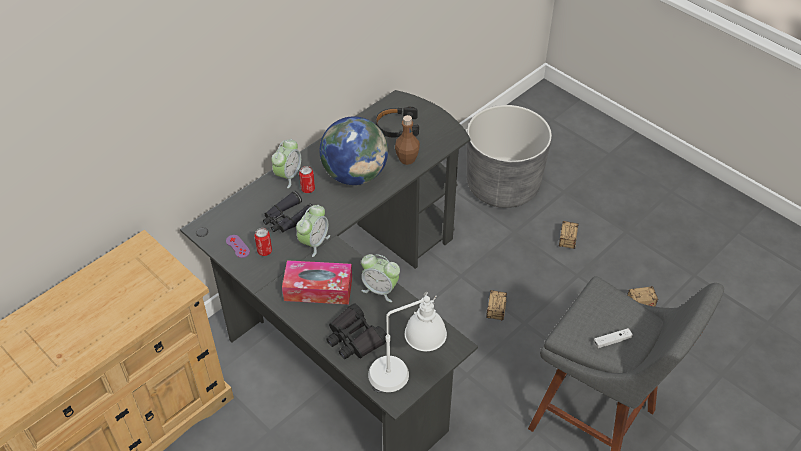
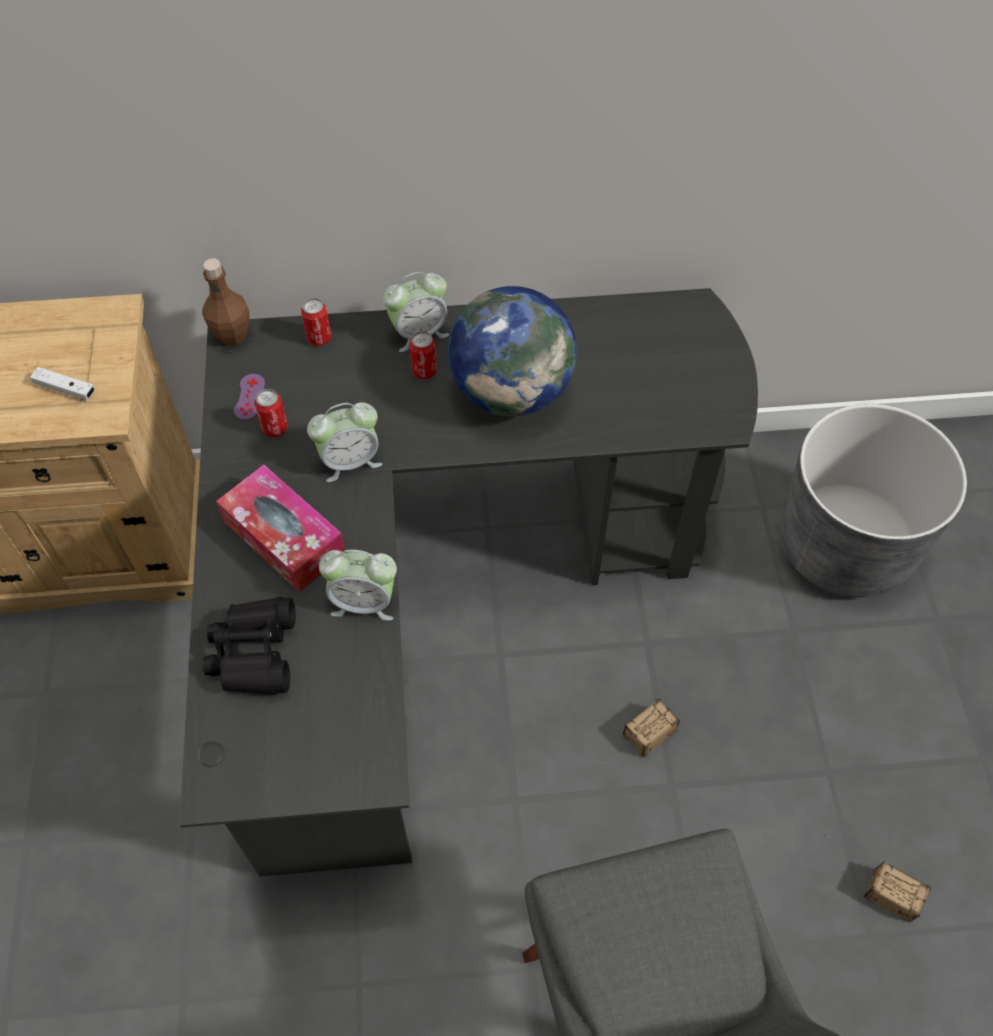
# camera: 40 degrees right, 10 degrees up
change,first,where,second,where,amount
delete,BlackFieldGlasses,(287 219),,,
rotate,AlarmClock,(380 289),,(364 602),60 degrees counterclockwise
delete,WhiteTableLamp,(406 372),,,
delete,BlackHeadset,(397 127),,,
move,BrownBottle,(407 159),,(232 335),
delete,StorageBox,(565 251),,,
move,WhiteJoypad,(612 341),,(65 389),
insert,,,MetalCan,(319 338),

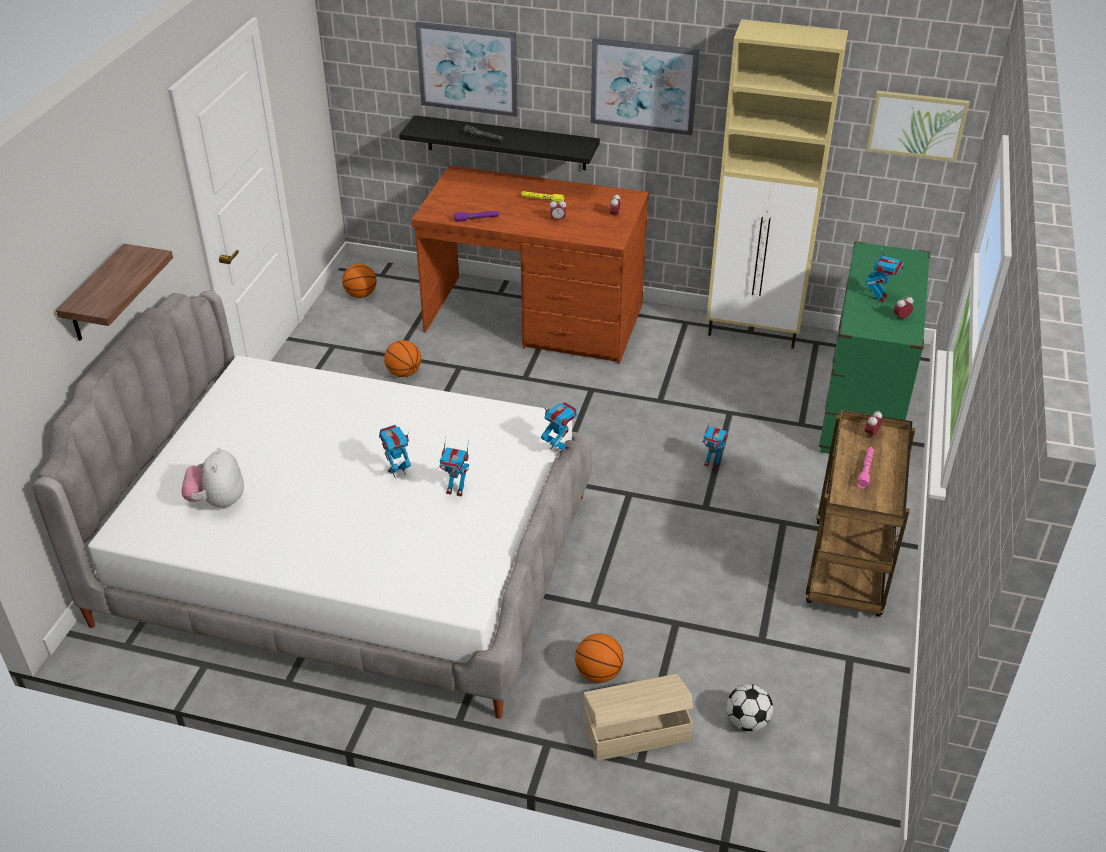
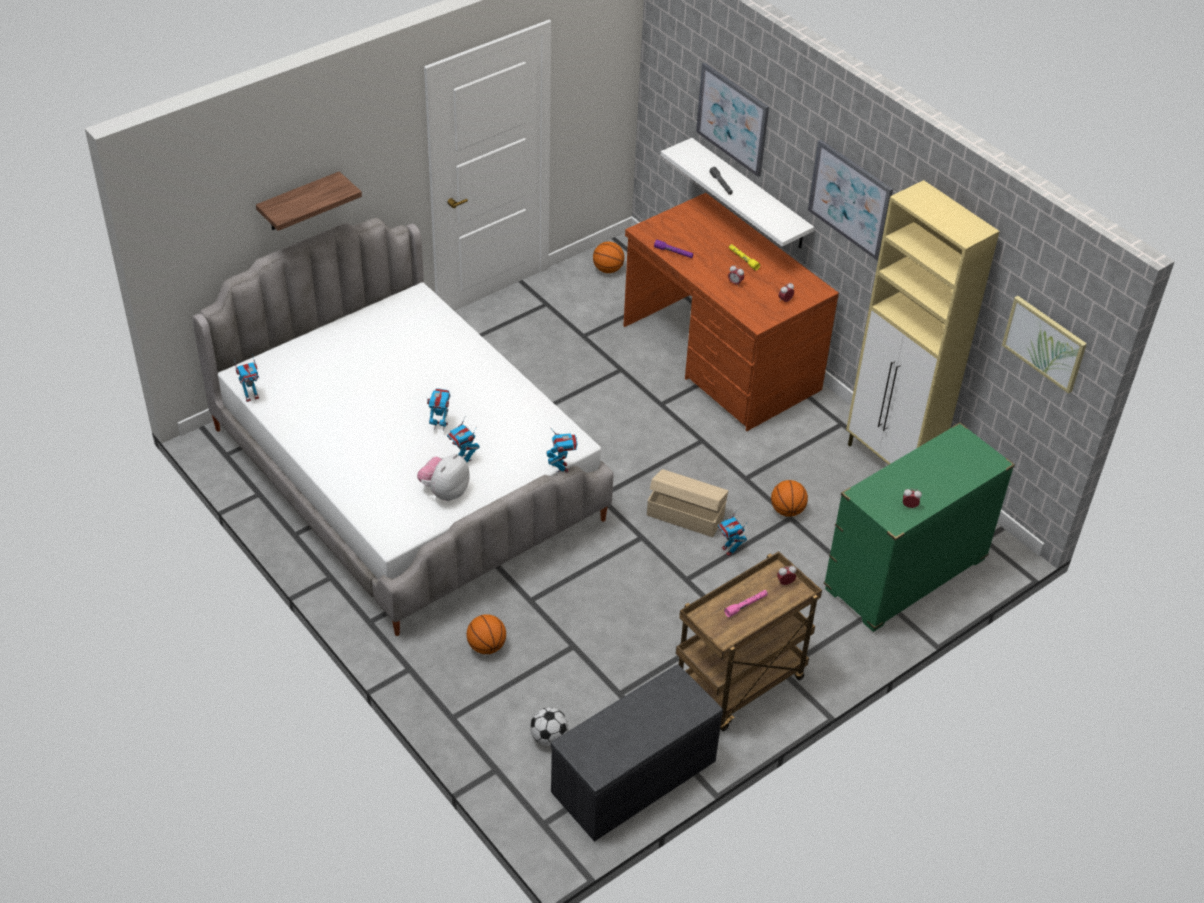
# camera: 35 degrees right, 5 degrees up
change,first,where,second,where,amount
move,CuddlyToy,(218 501),,(445 492),
move,BallForBasketball,(404 373),,(787 510),
recolor,BlackWallShelf,(506 143),WhiteWallShelf,(749 194),
move,BeigeColouredStorageBox,(635 731),,(685 514),
move,ToyRobot,(879 297),,(251 396),
insert,,,GreyIndoorBench,(633 778),

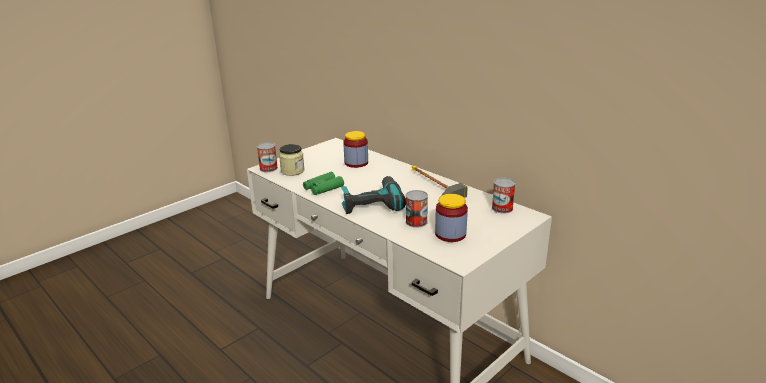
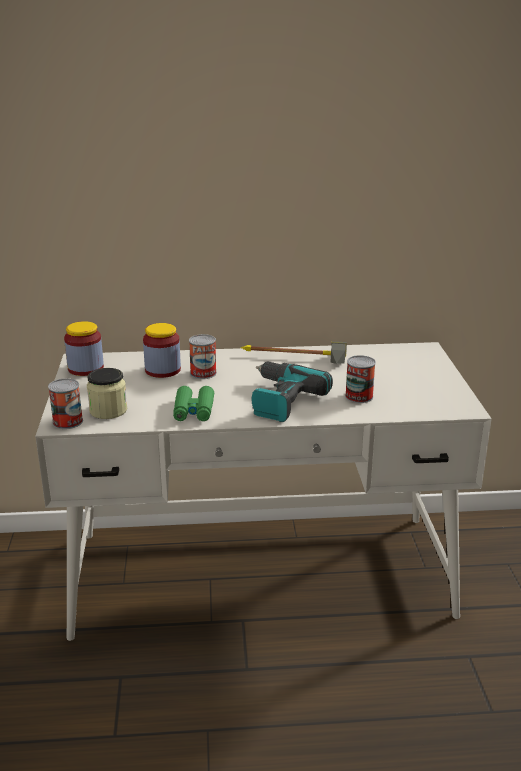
# camera: 50 degrees left, 0 degrees up
change,first,where,second,where,amount
move,Jar,(450 234),,(85 368),
move,MetalCan,(502 208),,(203 373),

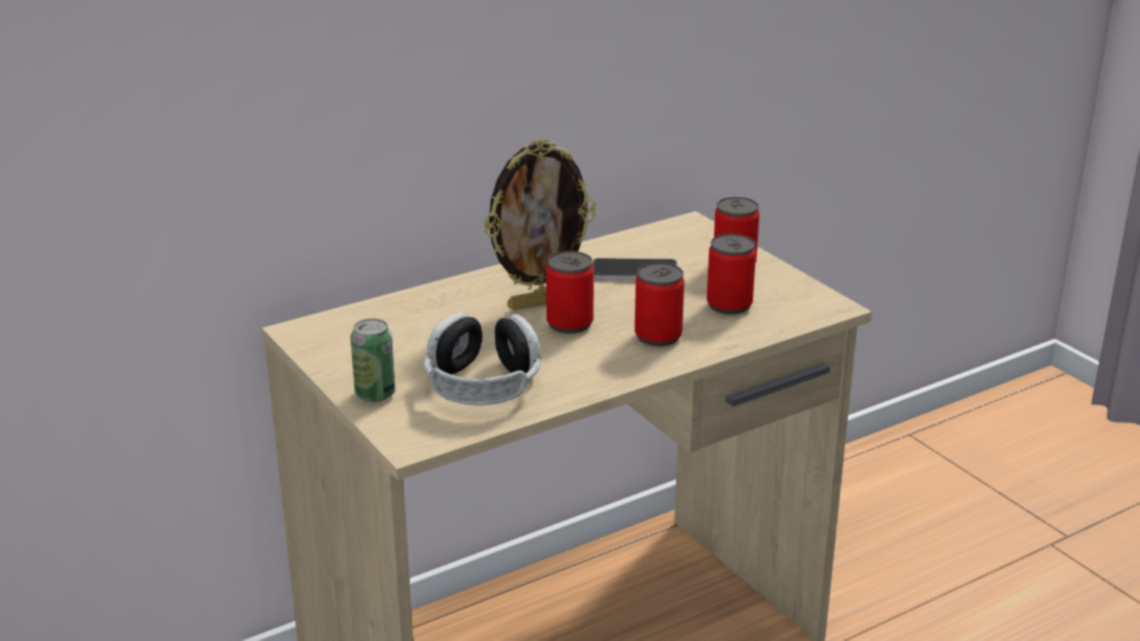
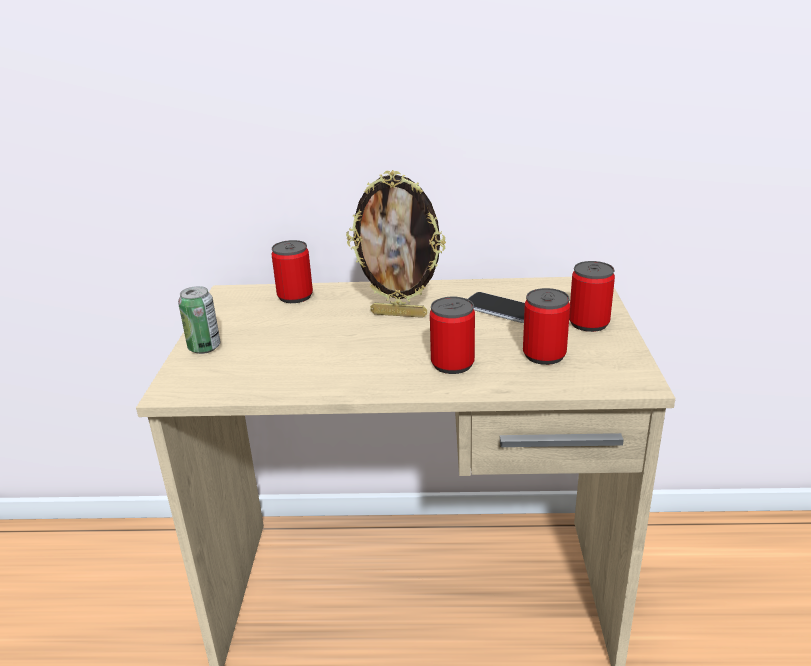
# camera: 35 degrees right, 0 degrees up
change,first,where,second,where,amount
delete,Headset,(483 383),,,
move,MetalCan,(569 323),,(295 296),

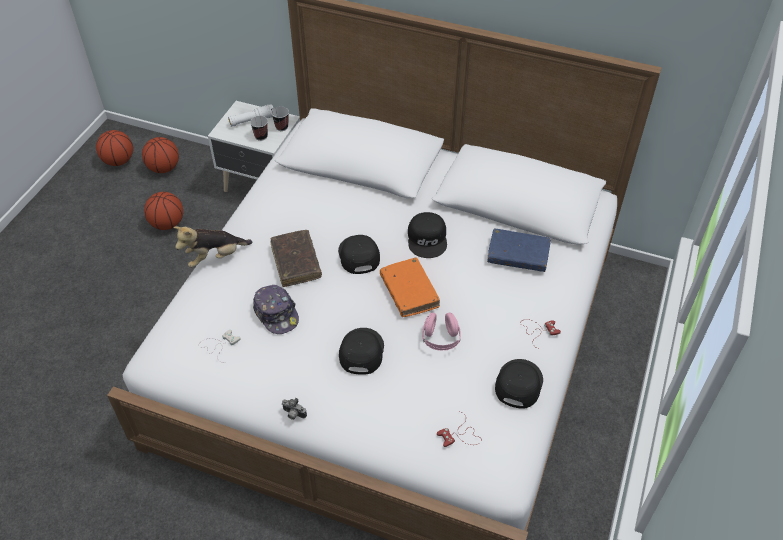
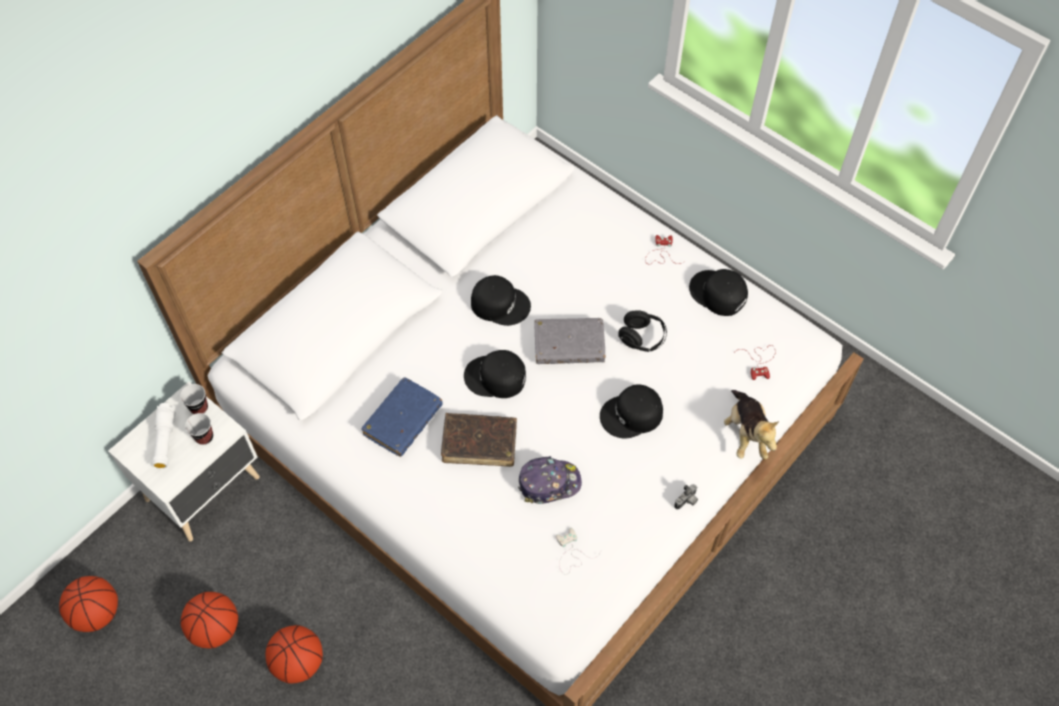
# camera: 70 degrees left, 10 degrees up
change,first,where,second,where,amount
move,BallForBasketball,(118 161),,(298 662),
move,CuddlyToy,(215 257),,(746 433),
rotate,BlackPeakedCap,(360 352),,(632 415),45 degrees counterclockwise
recolor,OrangeBook,(409 292),GreyBook,(569 346),
recolor,PinkishHeadset,(440 339),BlackHeadset,(642 338),
move,BlueColouredBook,(518 255),,(403 421),

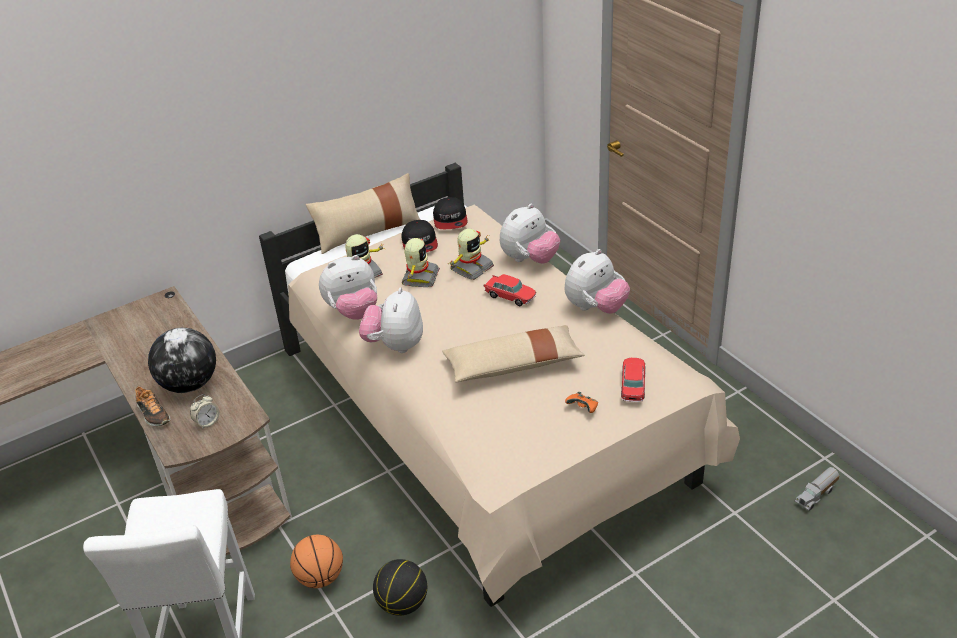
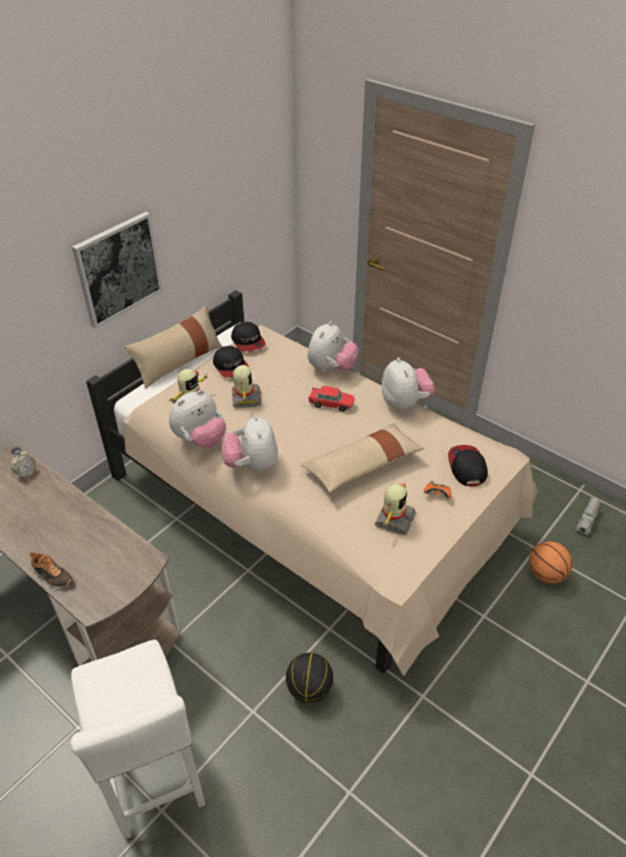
# camera: 20 degrees left, 5 degrees up
change,first,where,second,where,amount
delete,DeskGlobe,(189 384),,,
move,AlarmClock,(207 422),,(26 473),
move,BallForBasketball,(320 577),,(546 574),
move,ToyRobot,(471 268),,(394 519),
rotate,CuddlyToy,(595 308),,(405 403),45 degrees counterclockwise
replace,ToyCar,(633 385),PeakedCap,(466 467),
insert,,,Picture,(118 269),

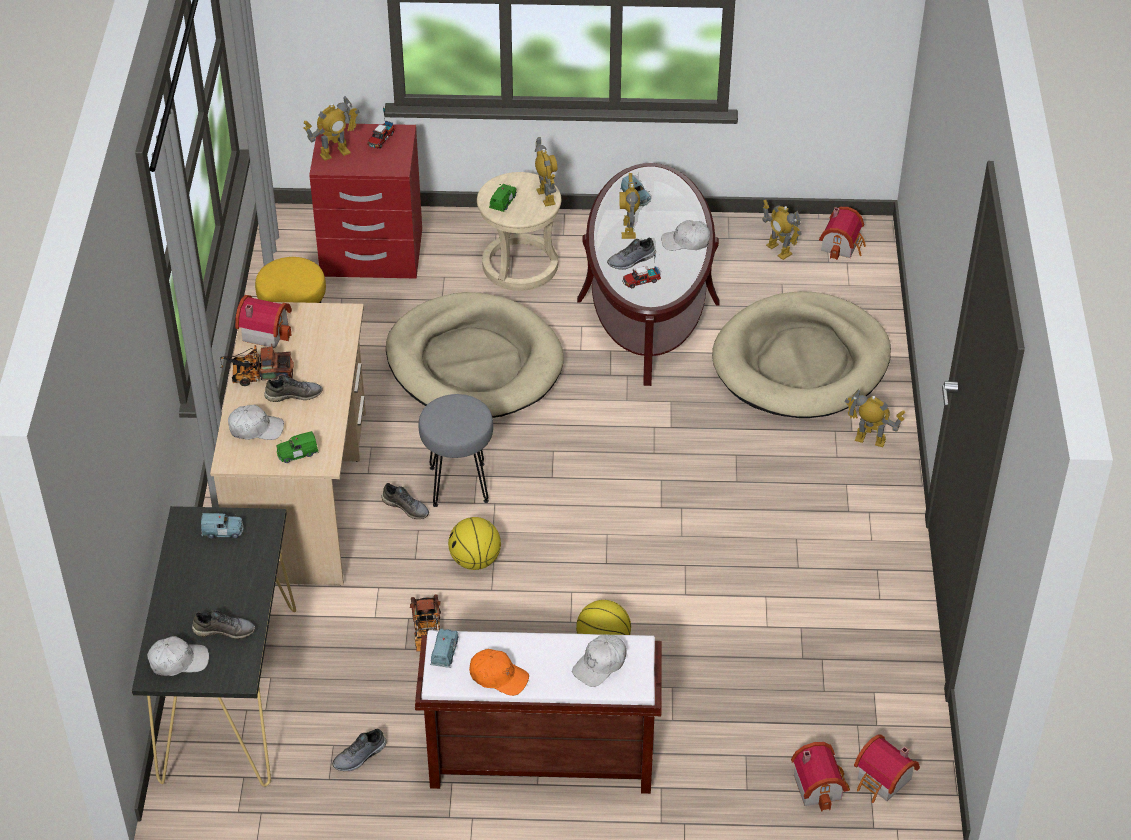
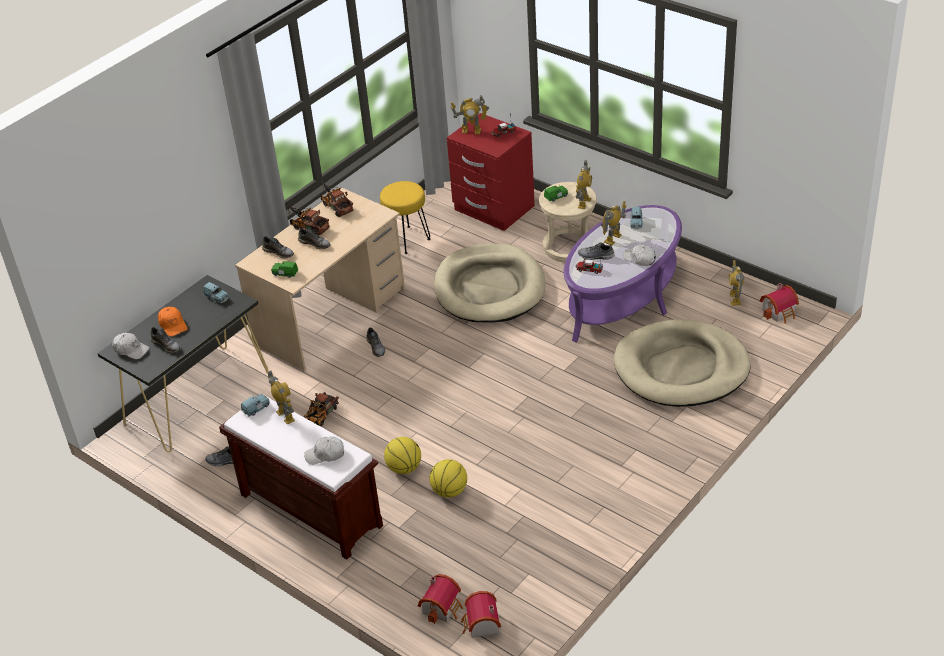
# camera: 40 degrees right, 5 degrees down
change,first,where,second,where,amount
replace,WhitePeakedCap,(255 429),GreyLowShoe,(279 252),
replace,ModelHouse,(265 330),ToyTruck,(336 206),
delete,GreySittingStool,(459 485),,,
move,BallForBasketball,(475 560),,(449 491),
move,OrangePeakedCap,(498 676),,(173 325),
recolor,BrownLoungeTable,(648 301),PurplishLoungeTable,(623 295),
move,ToyRobot,(870 439),,(285 416),

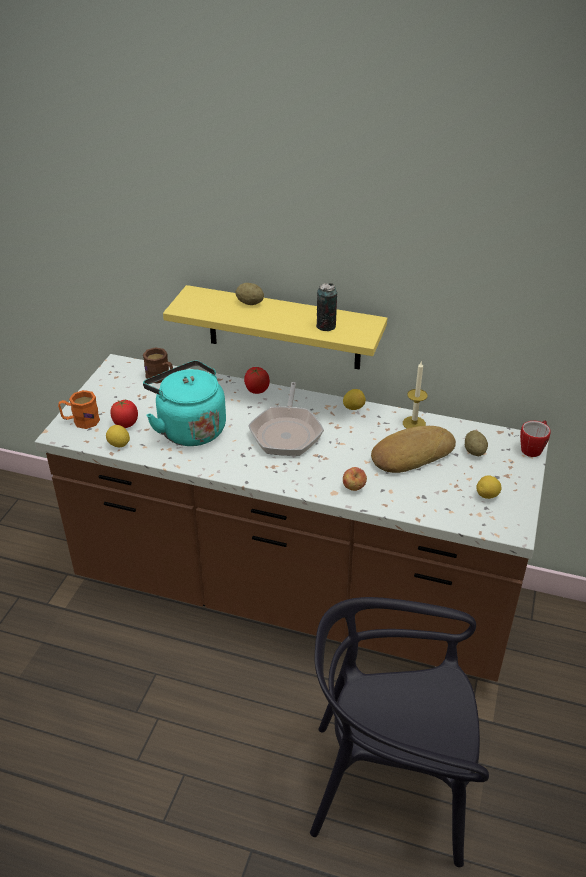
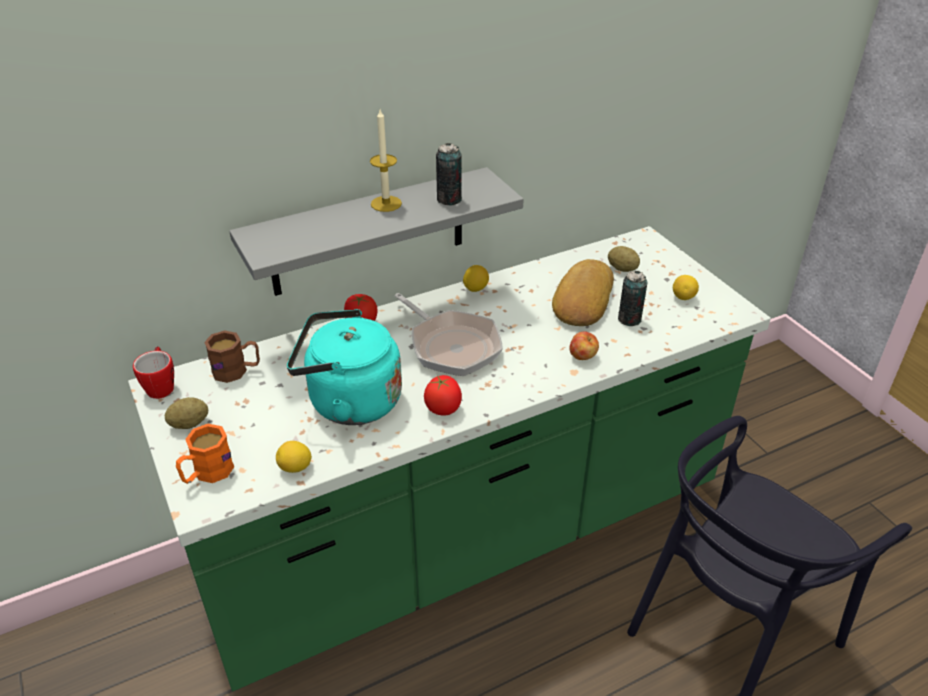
# camera: 45 degrees left, 0 degrees up
change,first,where,second,where,amount
recolor,BrownKitchenBaseUnit,(293 595),GreenKitchenBaseUnit,(464 537),
move,WholeTomato,(126 424),,(443 408),
recolor,YellowWallShelf,(284 328),GreyWallShelf,(368 233),
move,Spud,(250 303),,(189 424),
move,WaxLight,(414 423),,(386 204),
move,CoffeeMug,(533 448),,(161 386),
insert,,,MetalCan,(629 319),

